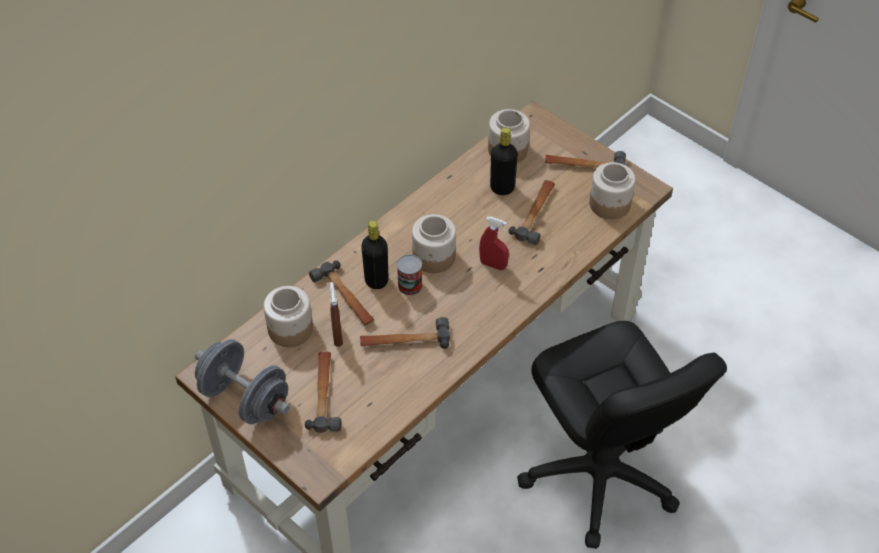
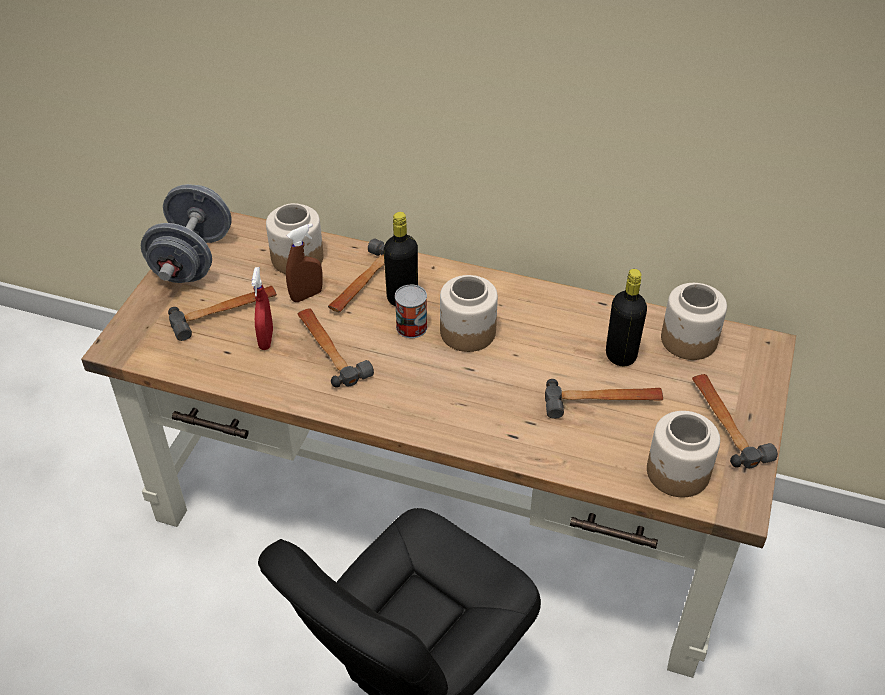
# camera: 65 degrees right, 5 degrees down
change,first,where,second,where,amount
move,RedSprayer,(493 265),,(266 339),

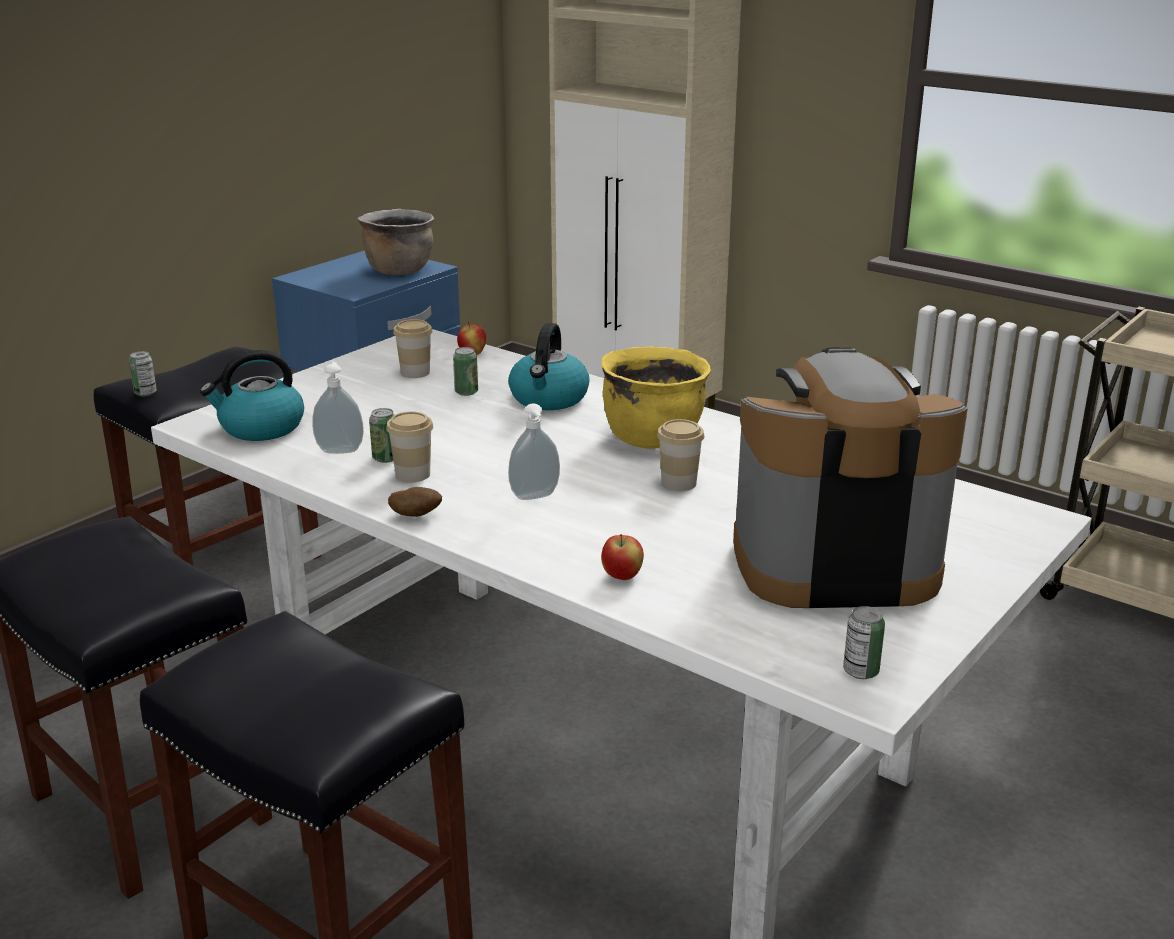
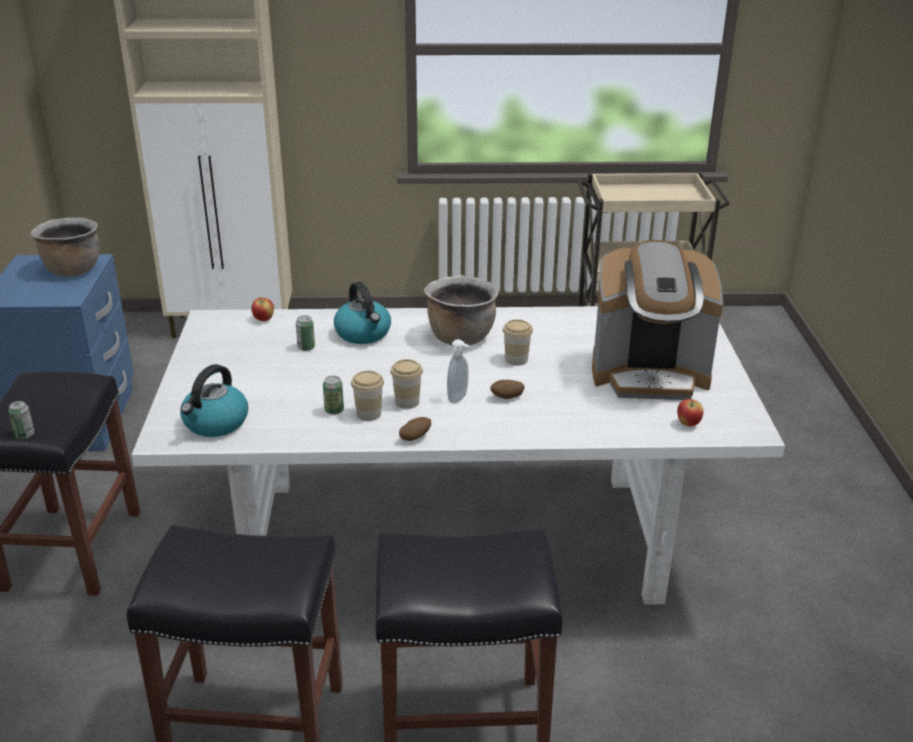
# camera: 40 degrees left, 5 degrees up
change,first,where,second,where,amount
delete,SoapDispenser,(340 450),,,
move,Cup,(415 372),,(407 402),
recolor,YellowStockpot,(652 437),BrownStockpot,(460 337),
move,Apple,(622 577),,(688 424),
rotate,CoffeeMachine,(833 564),,(649 375),135 degrees counterclockwise
delete,MetalCan,(860 671),,,
insert,,,Spud,(507 398),

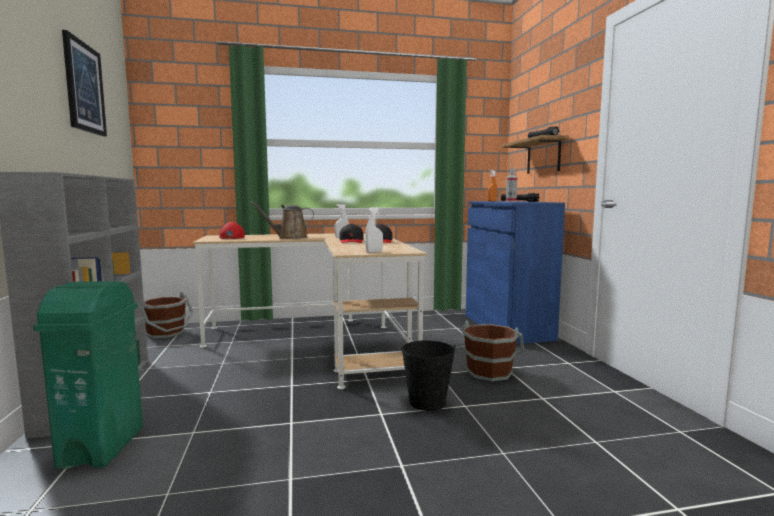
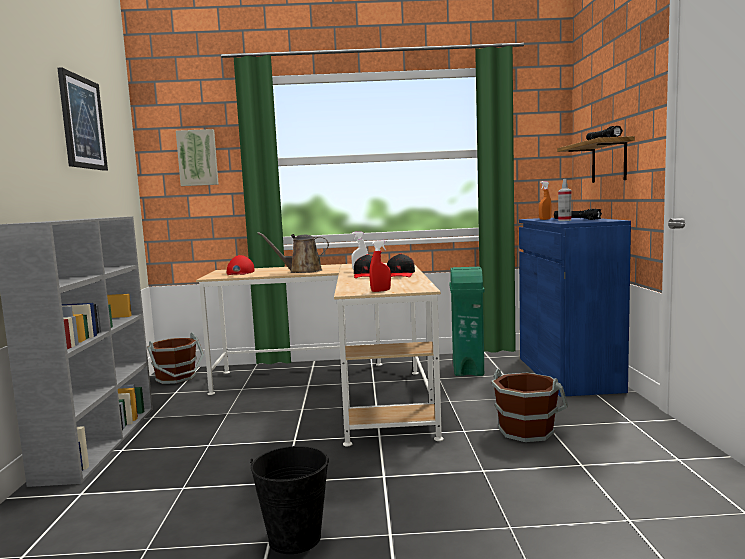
# camera: 10 degrees right, 0 degrees up
change,first,where,second,where,amount
move,GreenRubbishBin,(103 446),,(468 369),
recolor,WhiteSprayer,(374 252),RedSprayer,(380 291),
move,BlackWaterBucket,(427 402),,(294 537),
insert,,,Picture,(198 158),

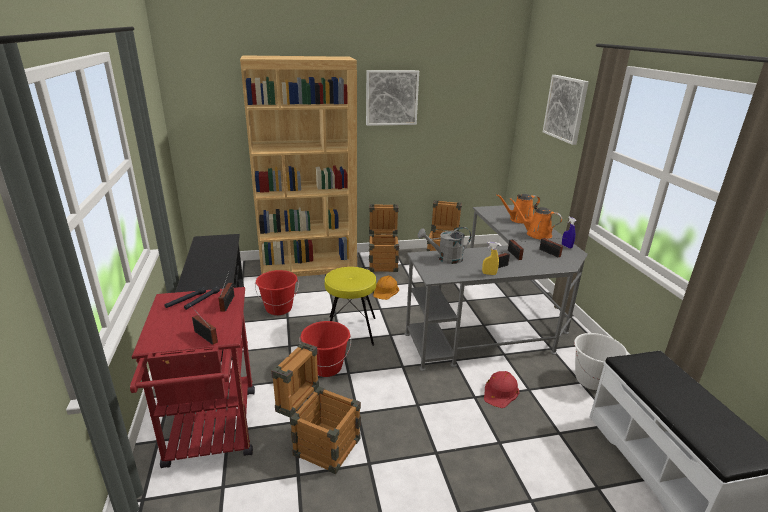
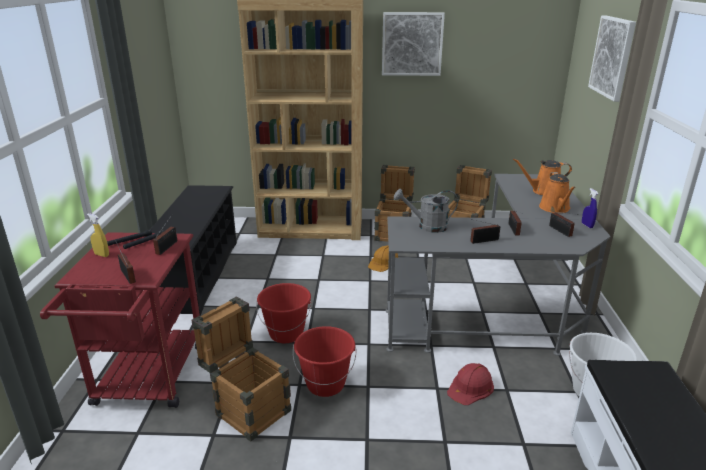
# camera: 15 degrees right, 0 degrees up
change,first,where,second,where,amount
move,RedWaterBucket,(279 308),,(325 384),
delete,YellowSittingStool,(350 330),,,
move,YellowSprayer,(489 274),,(101 255),
rotate,OrangeSprinklingCan,(536 234),,(555 208),135 degrees counterclockwise

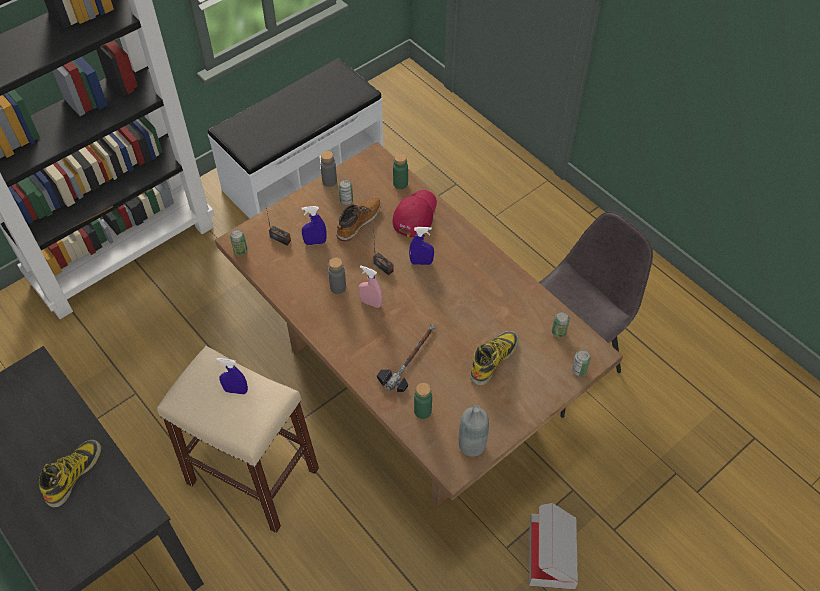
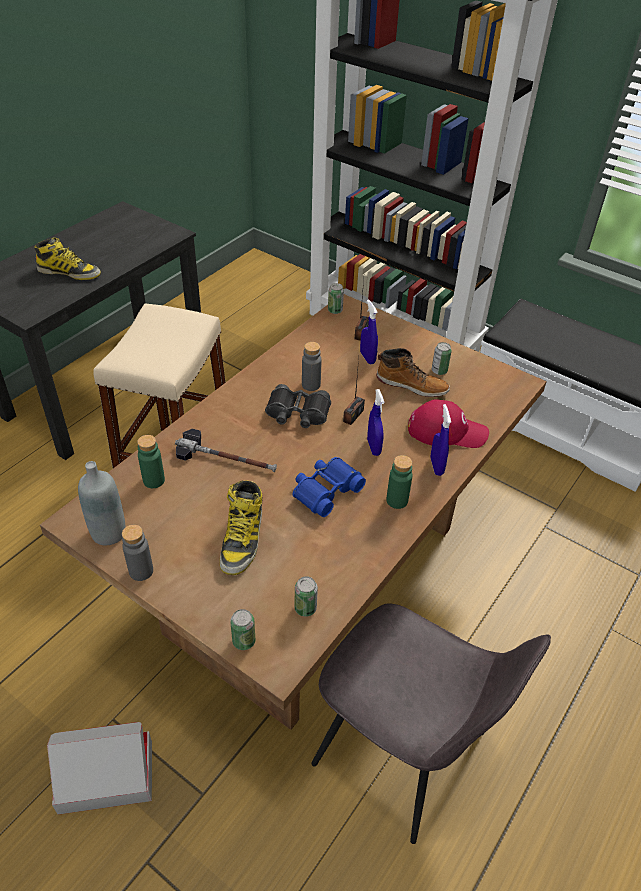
# camera: 75 degrees right, 10 degrees down
change,first,where,second,where,amount
move,BlueColouredSprayer,(236 390),,(436 466),
move,GreyBottle,(329 181),,(141 571),
replace,PinkishSprayer,(371 303),BlackFieldGlasses,(298 414),
move,GreenBottle,(400 184),,(397 500),
rotate,HighTopBoot,(493 359),,(242 538),75 degrees clockwise
insert,,,BlueColouredFieldGlasses,(326 490),

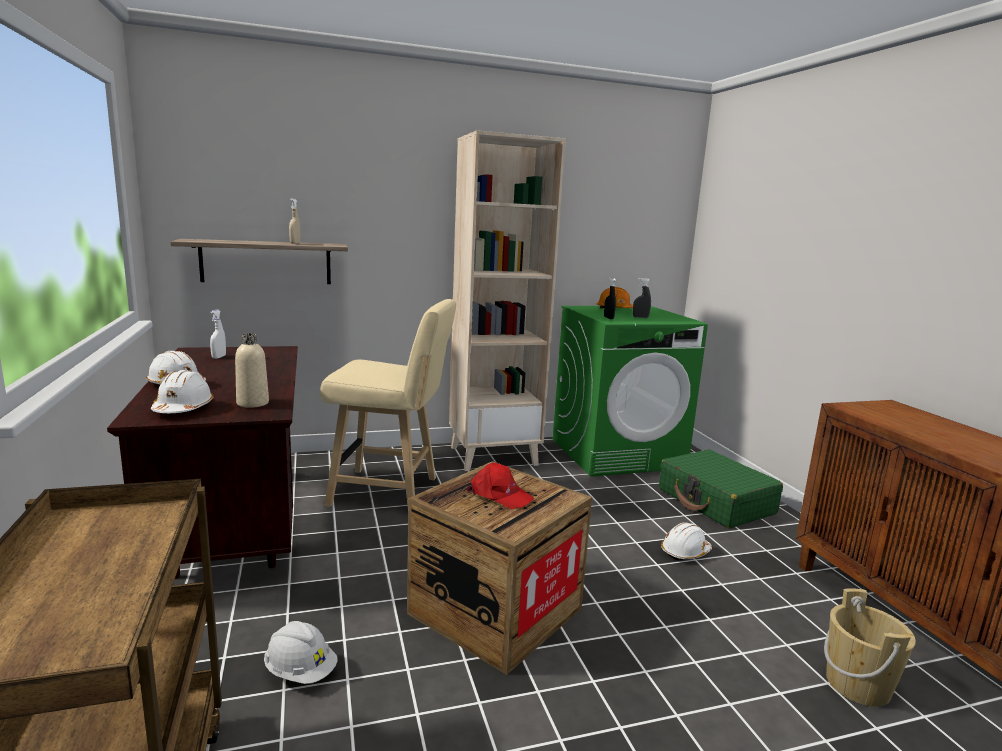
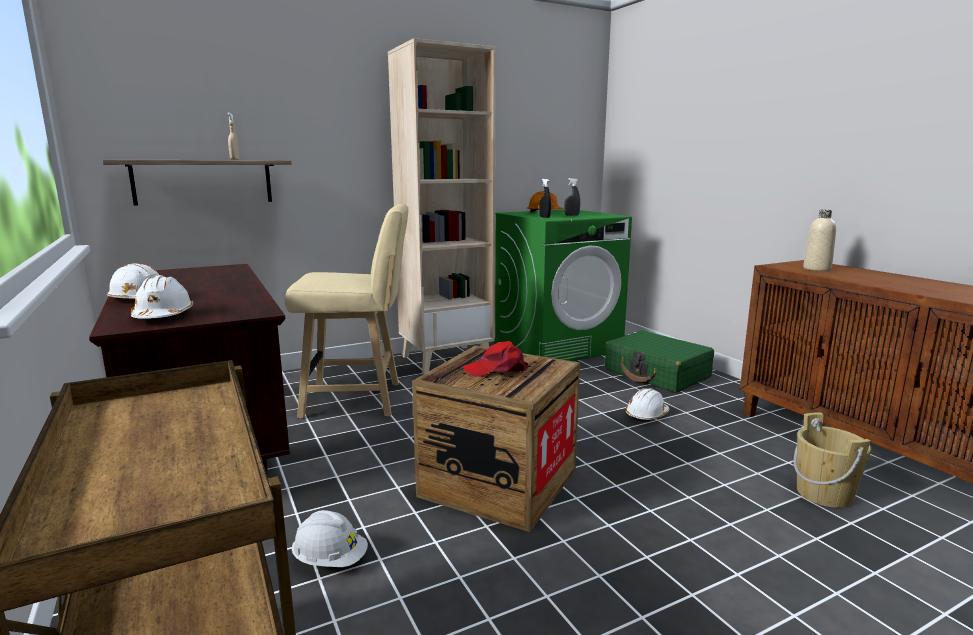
# camera: 10 degrees left, 0 degrees up
change,first,where,second,where,amount
delete,WhiteSprayer,(219 357),,,
move,BeigeColouredBottle,(252 403),,(817 269),
rotate,RedPeakedCap,(499 495),,(497 369),150 degrees clockwise

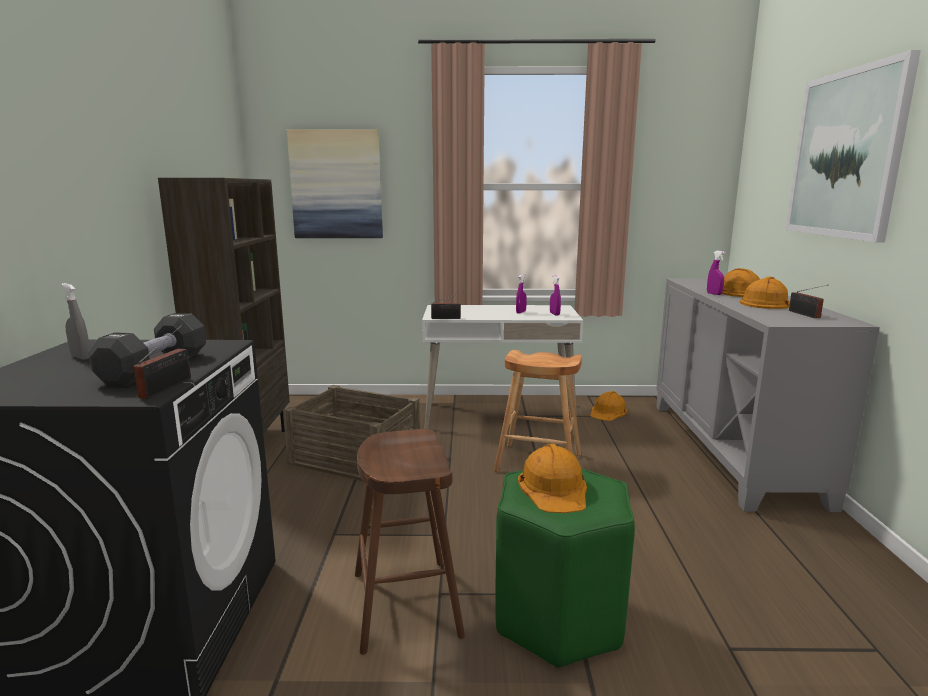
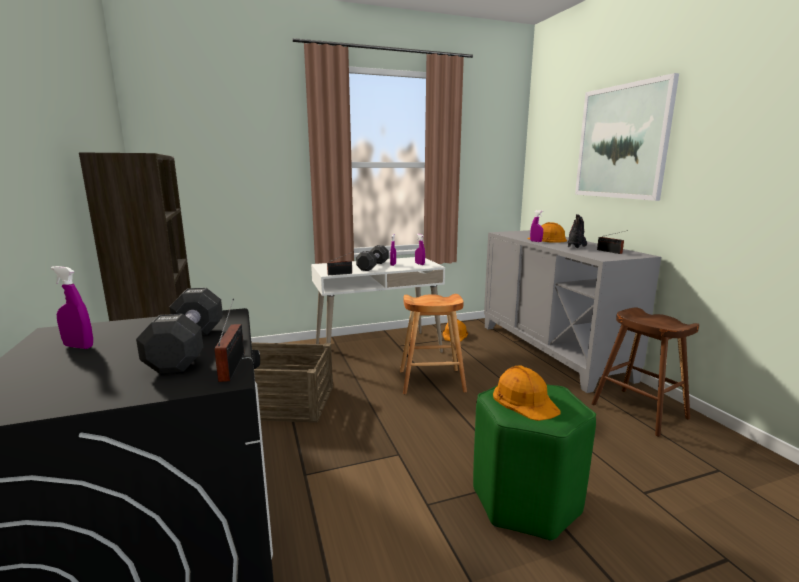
# camera: 20 degrees left, 0 degrees up
change,first,where,second,where,amount
recolor,GreySprayer,(81 357),PurplishSprayer,(78 346),
delete,Picture,(336 185),,,
move,BrownSittingStool,(406 604),,(639 411),
replace,OrangeSafetyHelmet,(766 303),HighTopBoot,(576 245),
insert,,,BlackDumbbell,(373 266),

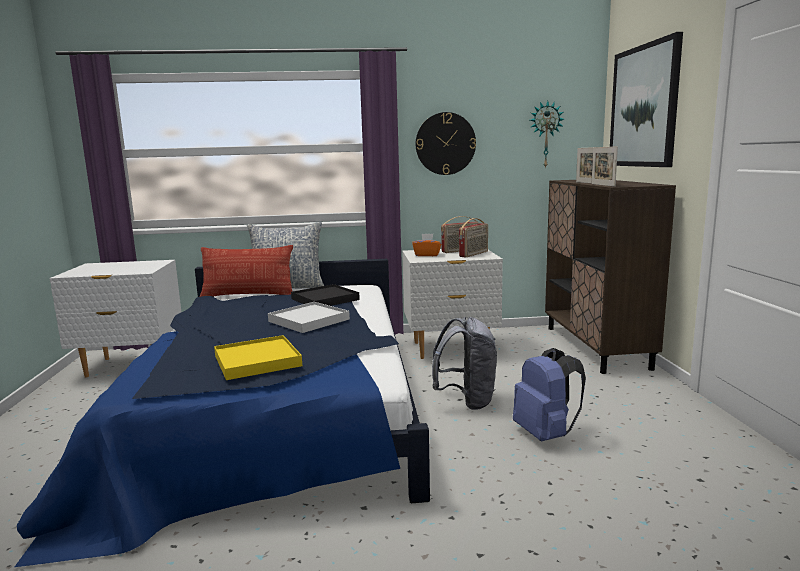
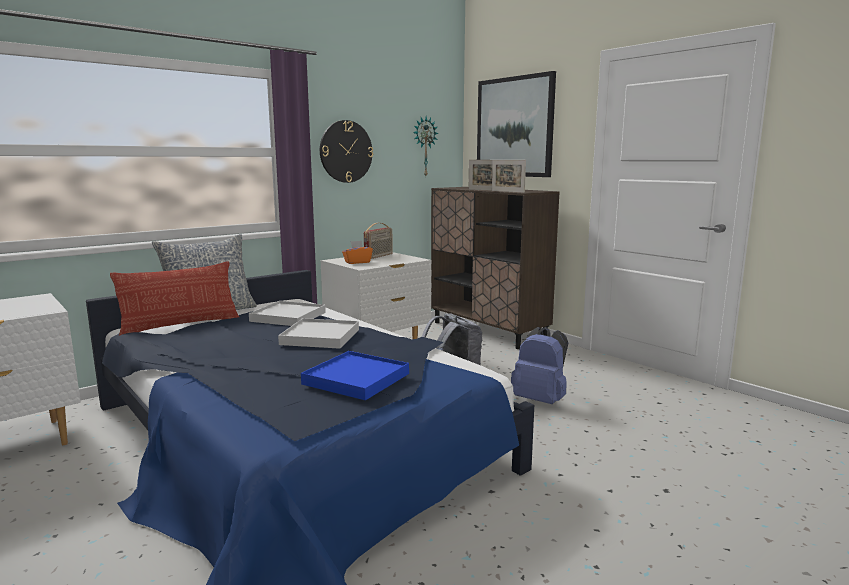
# camera: 35 degrees left, 0 degrees up
change,first,where,second,where,amount
recolor,YellowCarryingTray,(257 361),BlueColouredCarryingTray,(356 379),
recolor,BlackCarryingTray,(325 299),WhiteCarryingTray,(288 317),
delete,RadioSet,(474 254),,,

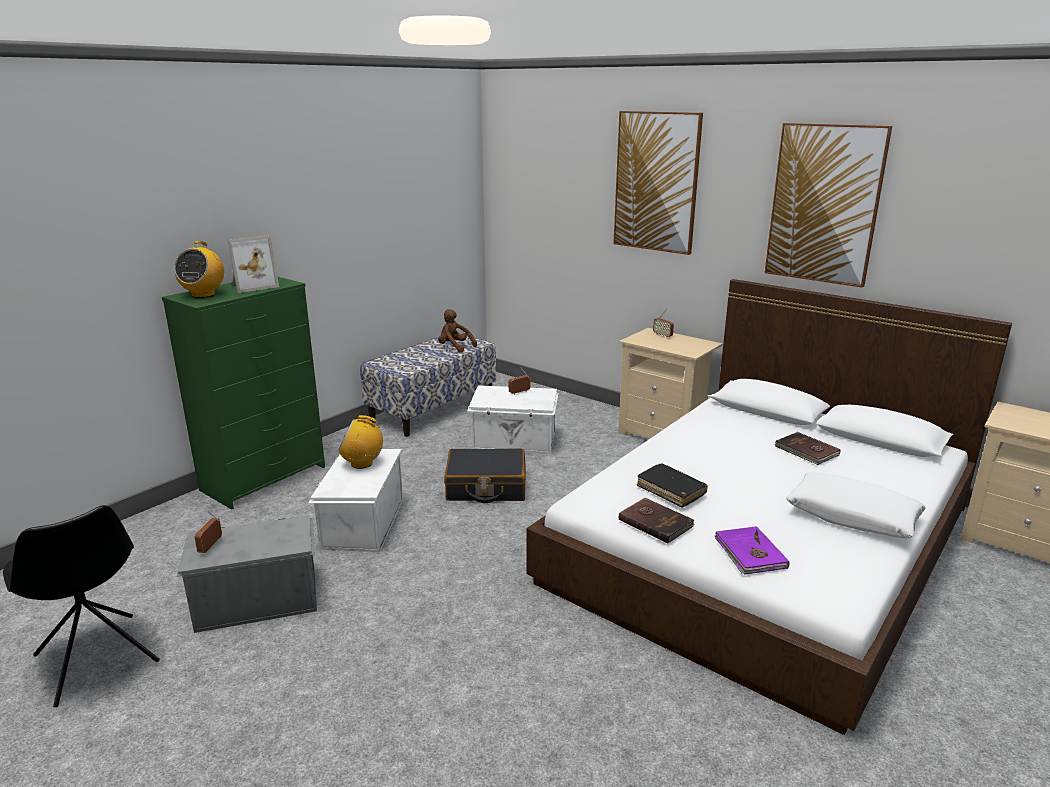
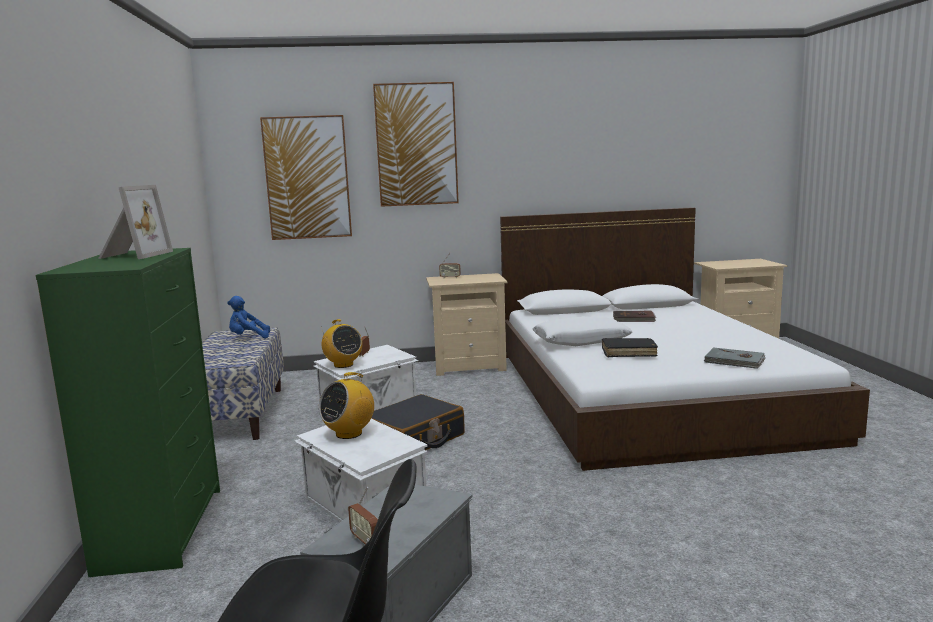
# camera: 45 degrees left, 10 degrees down
change,first,where,second,where,amount
move,RadioSet,(203 294),,(343 365),
recolor,BrownCuddlyToy,(455 347),BlueColouredCuddlyToy,(248 338),
delete,BrownBook,(655 522),,,
recolor,PurplishBook,(749 553),GreyBook,(734 361),
move,Picture,(824 204),,(307 178),
move,WhitePillow,(852 516),,(581 341),

